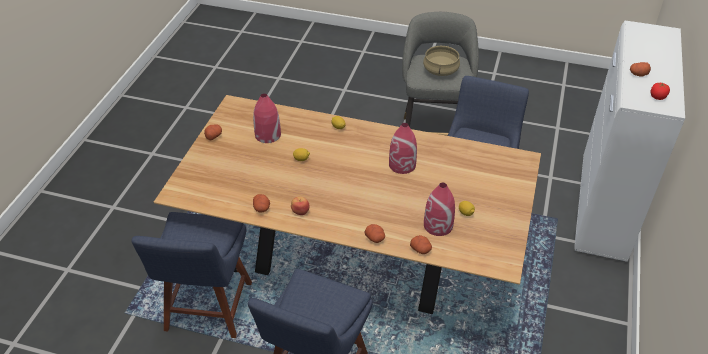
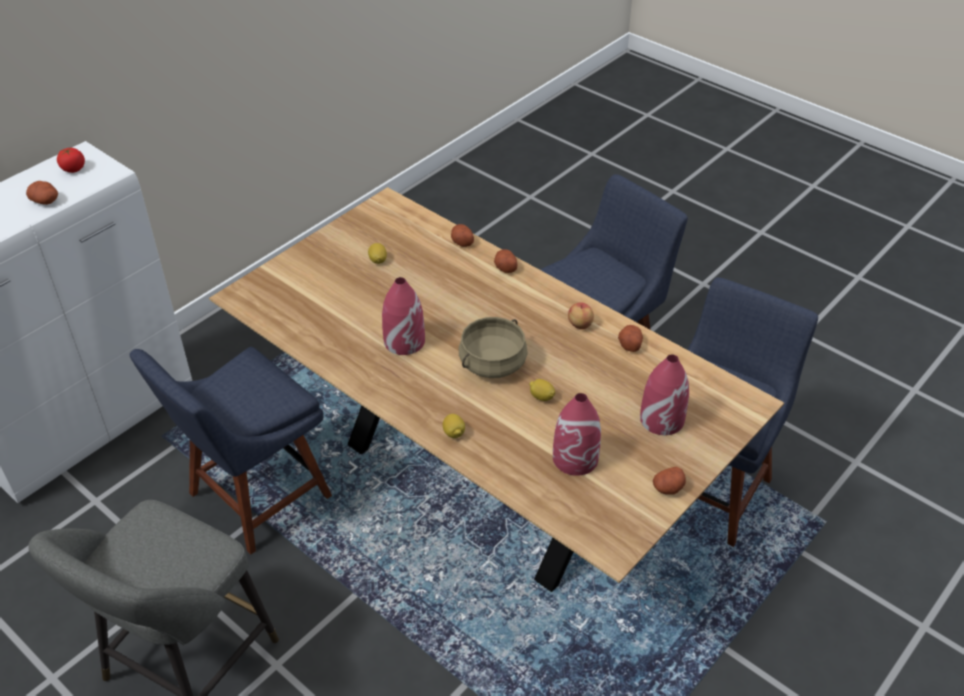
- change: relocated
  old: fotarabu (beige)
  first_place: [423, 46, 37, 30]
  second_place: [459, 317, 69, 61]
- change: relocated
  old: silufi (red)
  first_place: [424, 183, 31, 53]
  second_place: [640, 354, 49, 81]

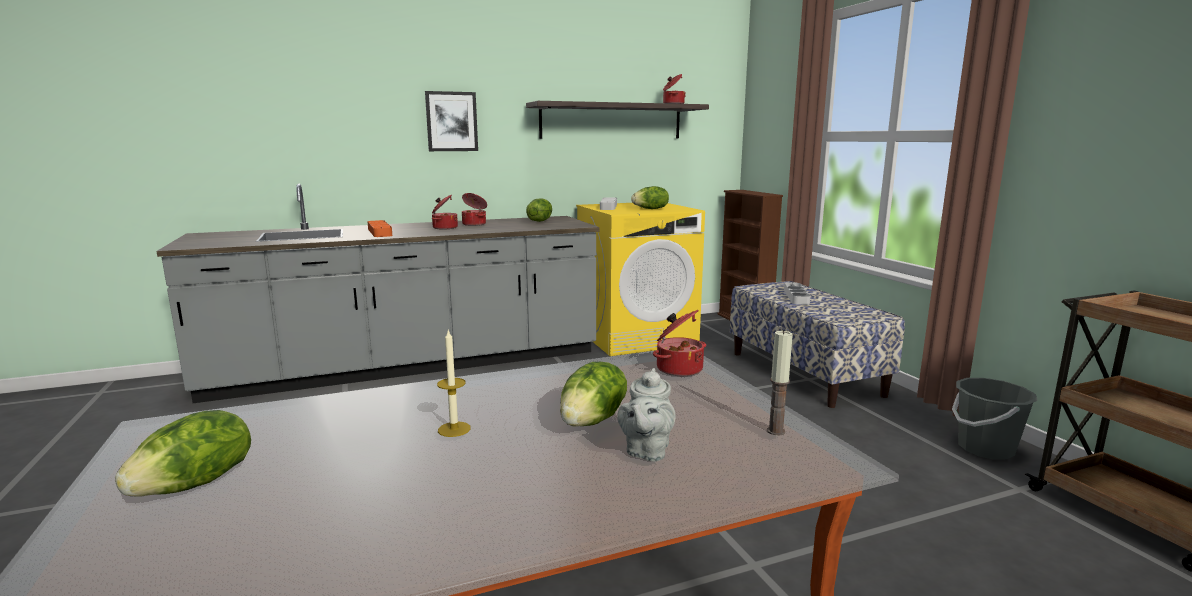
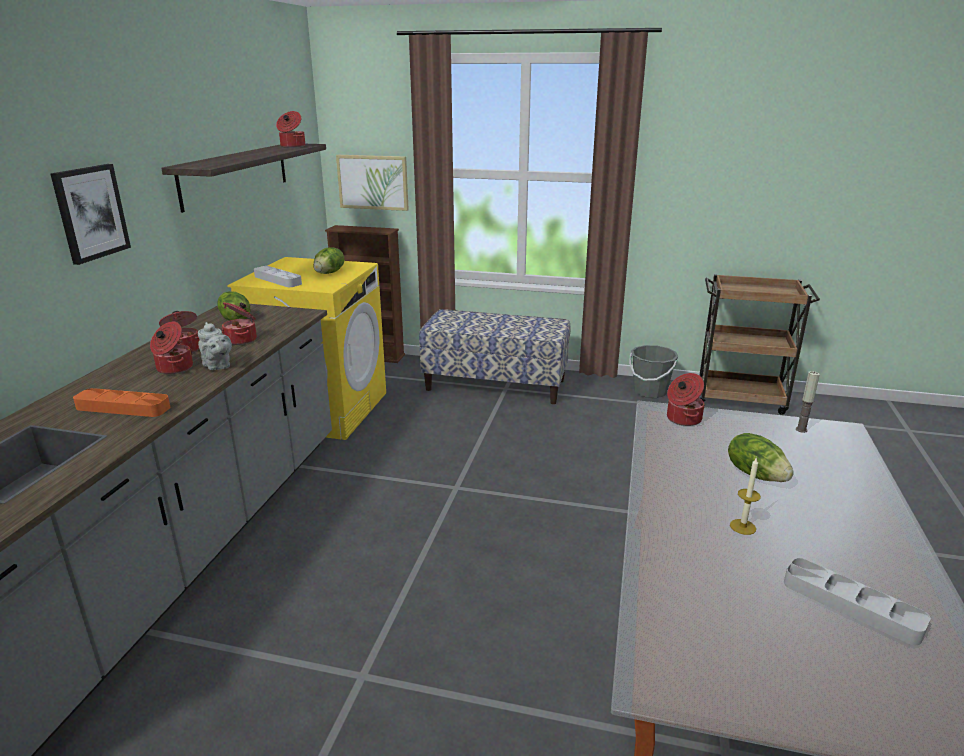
- change: missing
  old: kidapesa
  first_place: [115, 410, 136, 87]
- change: relocated
  old: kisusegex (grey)
  first_place: [617, 368, 59, 94]
  second_place: [198, 322, 34, 48]
- change: relocated
  old: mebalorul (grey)
  first_place: [784, 282, 26, 23]
  second_place: [784, 558, 147, 87]
- change: appeared
  new: fotarabu
  second_place: [221, 302, 36, 43]
- change: appeared
  new: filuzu
  second_place: [336, 155, 73, 56]

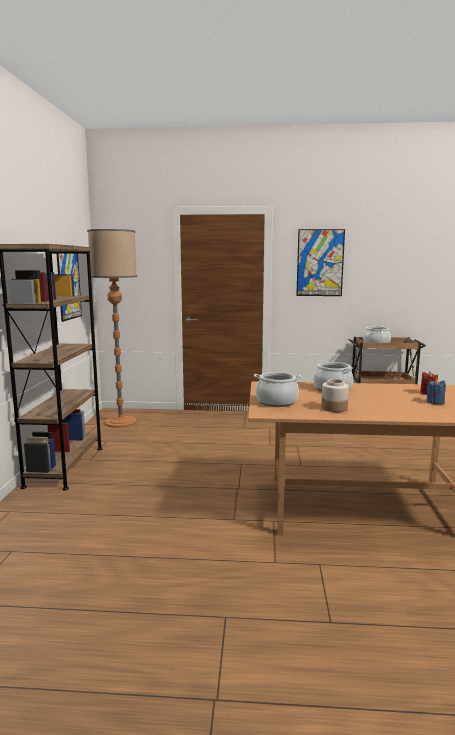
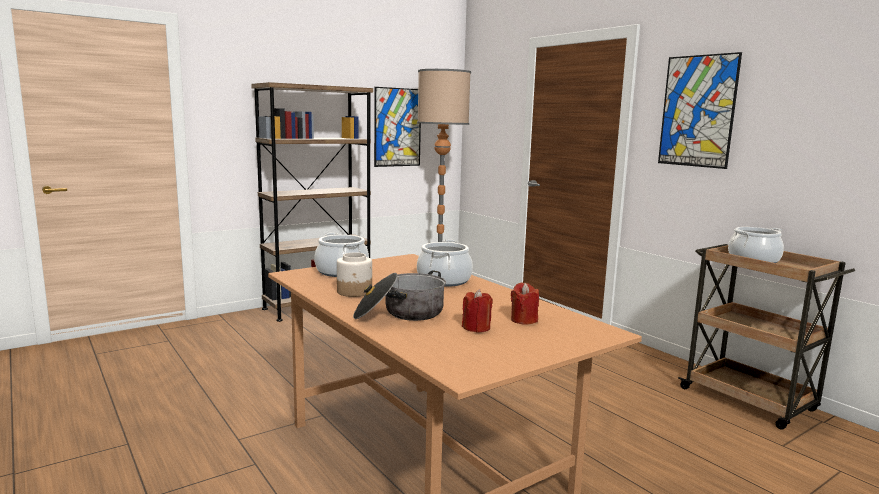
- change: colour
  old: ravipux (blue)
  new: ravipux (red)
  first_place: [426, 379, 20, 25]
  second_place: [462, 289, 31, 44]
- change: appeared
  new: fotarabu
  second_place: [353, 270, 93, 51]

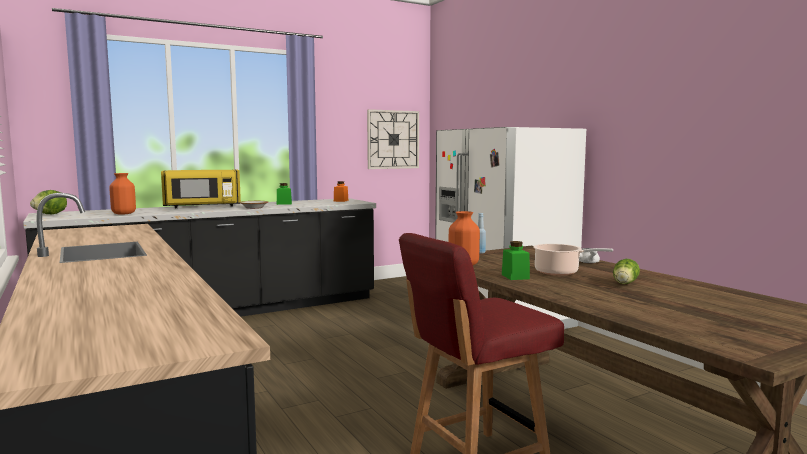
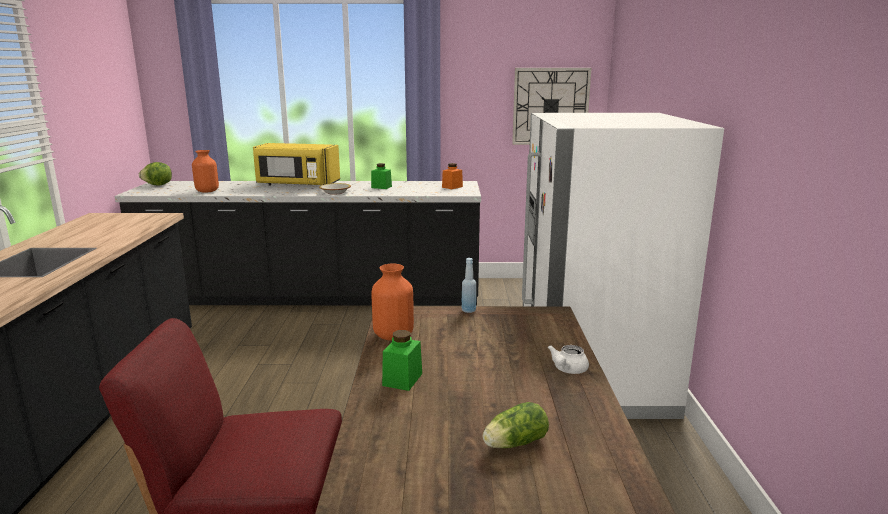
- change: missing
  old: fotarabu
  first_place: [533, 244, 80, 31]

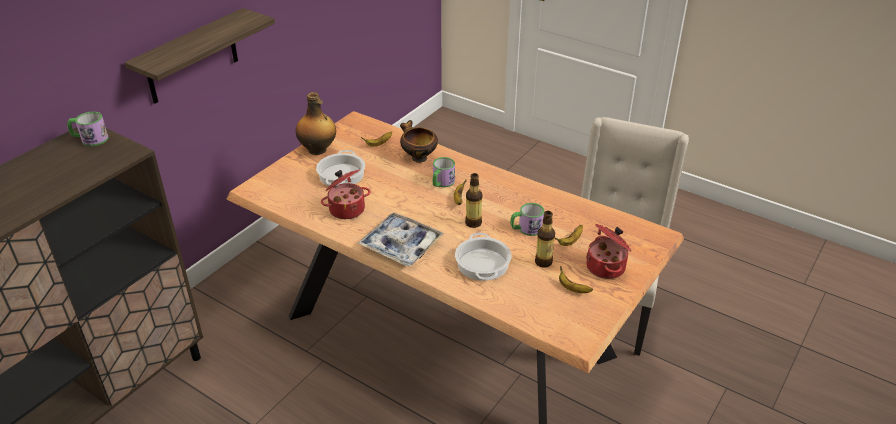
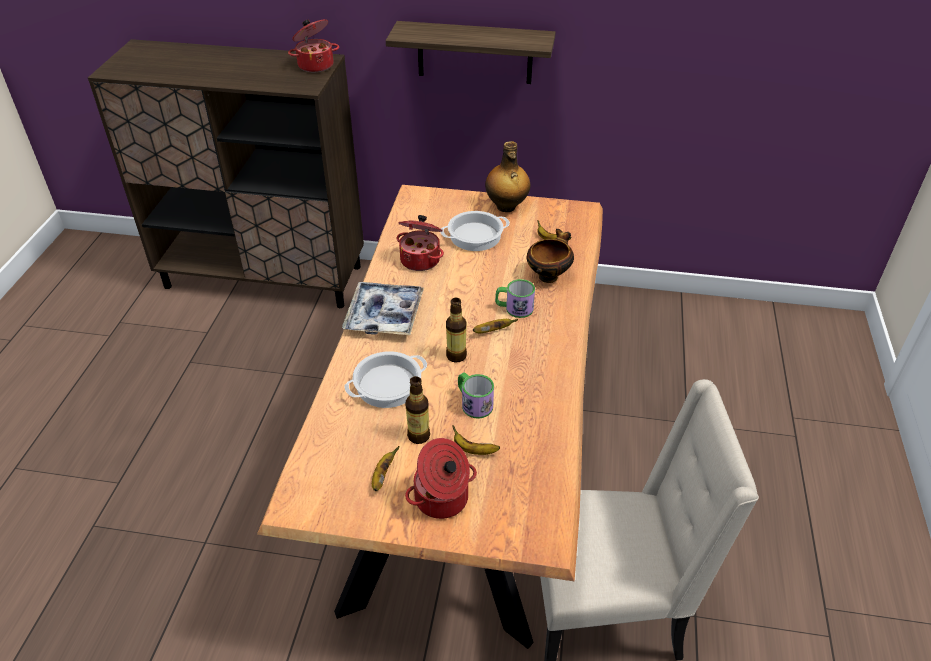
- change: exchanged
  old: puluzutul
  new: fotarabu
  first_place: [67, 112, 42, 34]
  second_place: [288, 19, 51, 53]

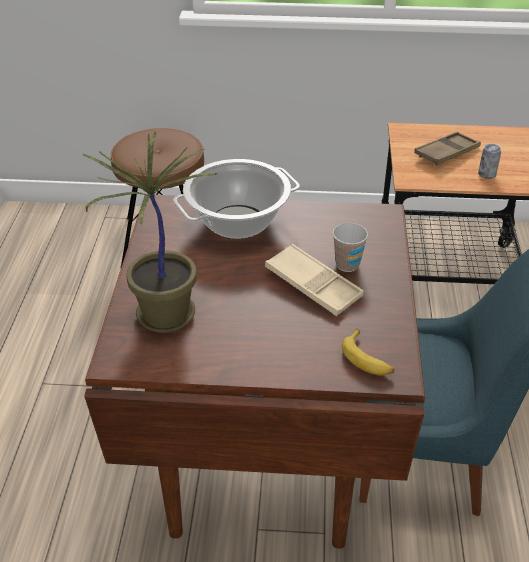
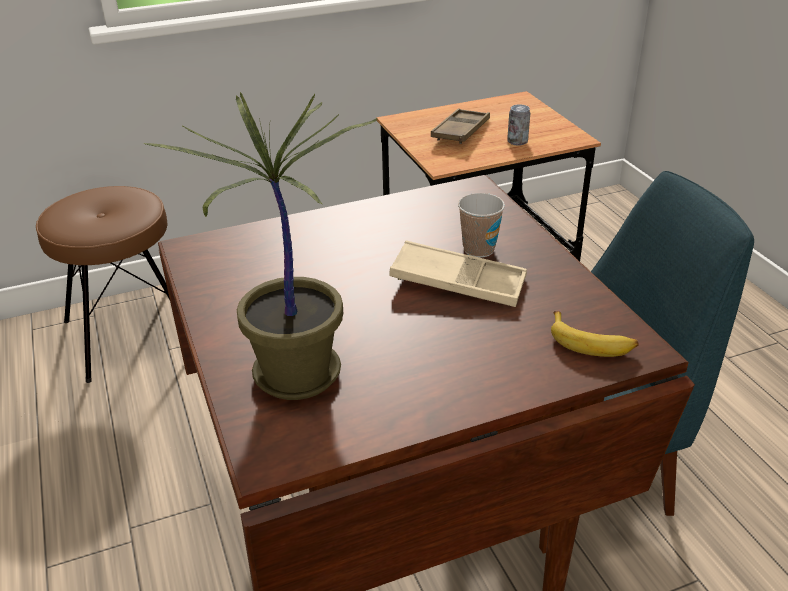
- change: missing
  old: fotarabu
  first_place: [173, 159, 127, 80]

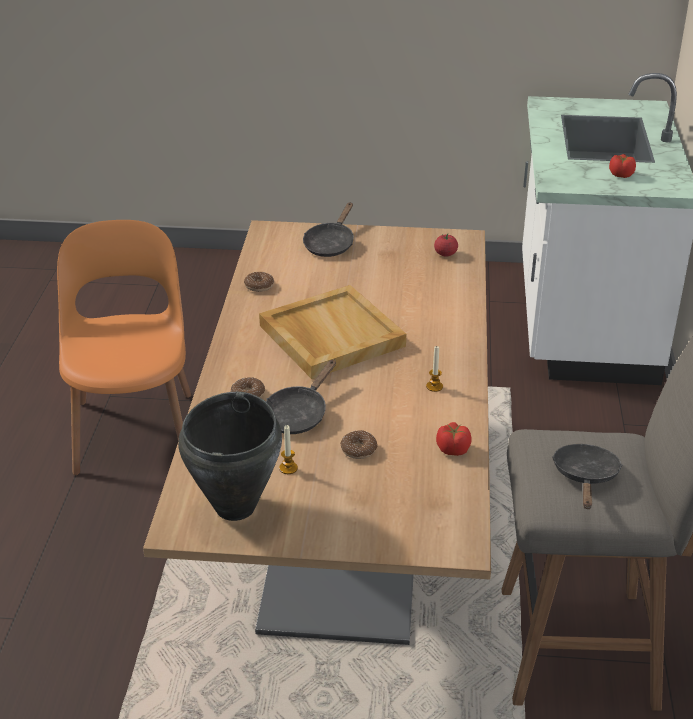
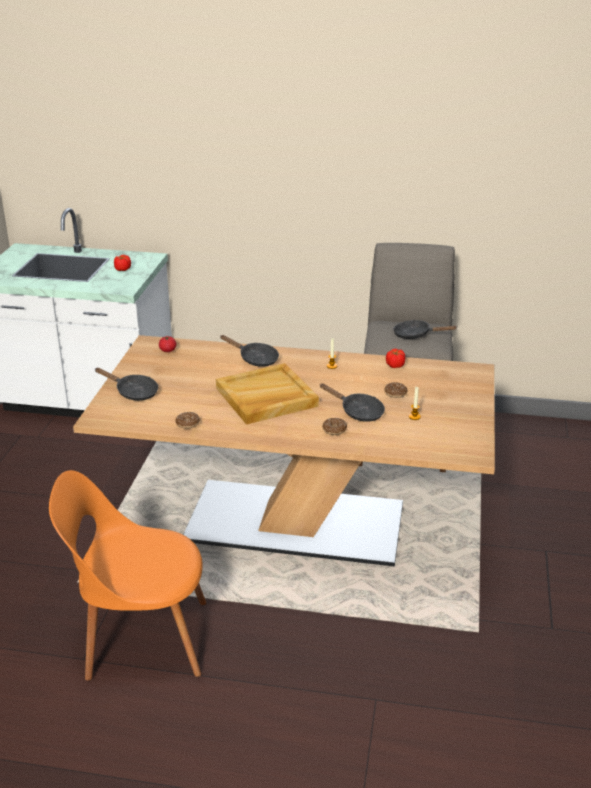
- change: missing
  old: fotarabu (black)
  first_place: [178, 391, 104, 130]
- change: appeared
  new: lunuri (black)
  second_place: [220, 335, 59, 32]

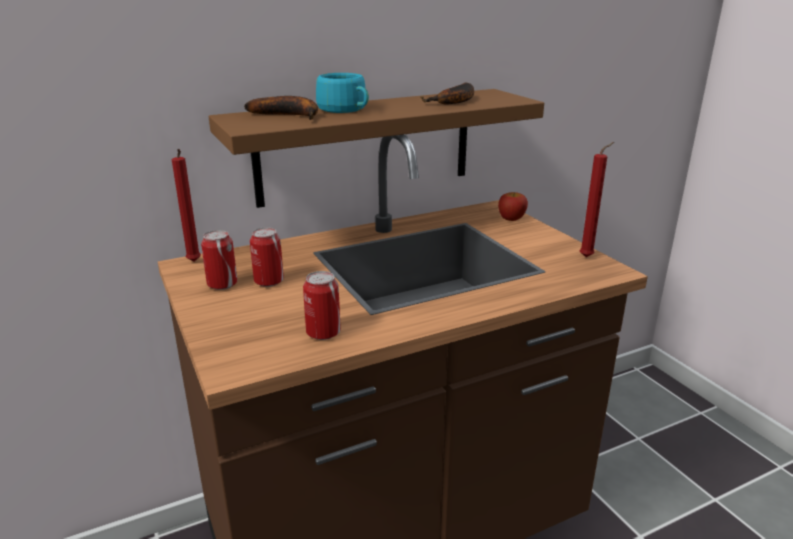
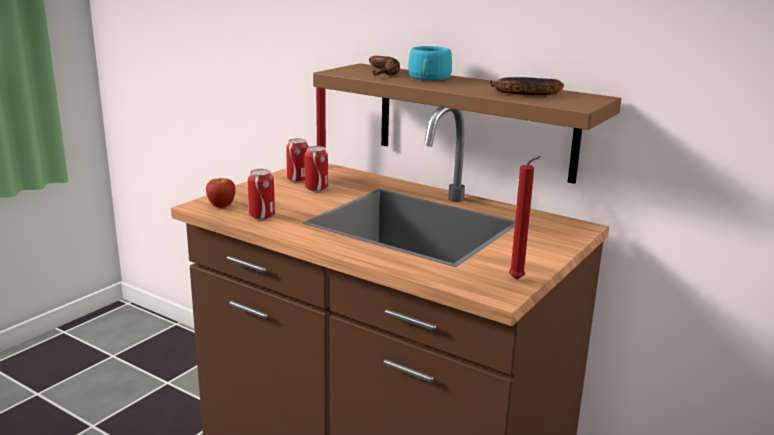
- change: relocated
  old: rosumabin
  first_place: [498, 192, 30, 29]
  second_place: [206, 178, 30, 29]

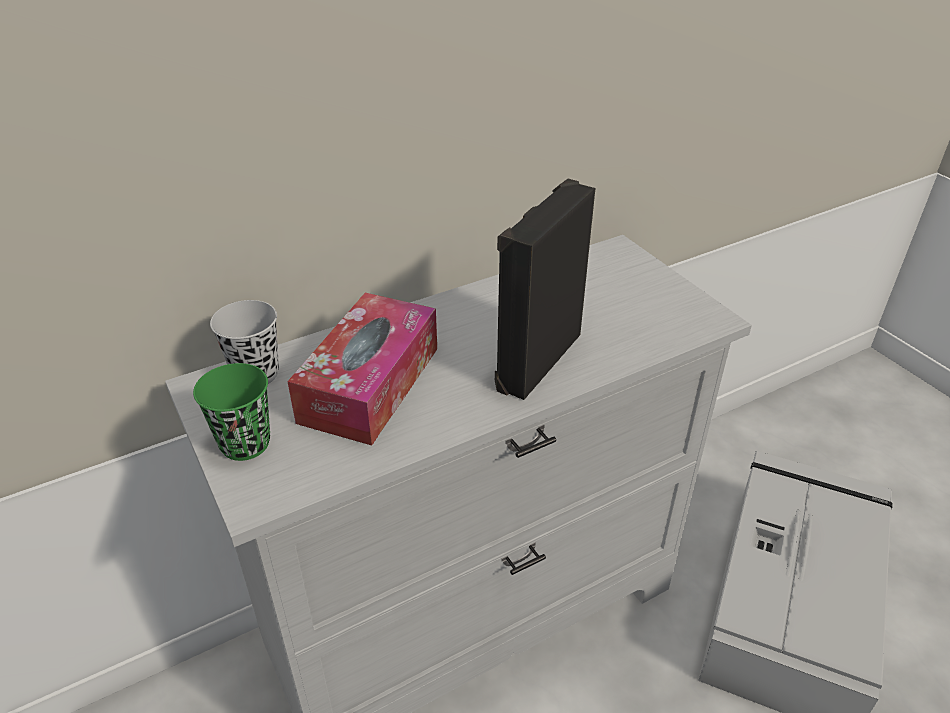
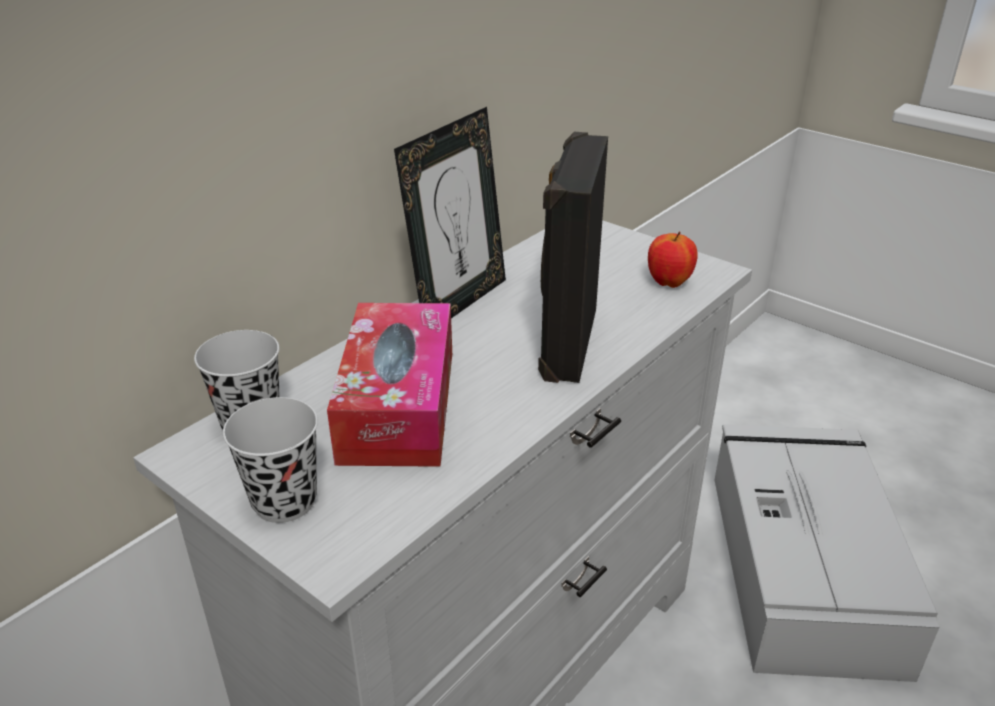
- change: colour
  old: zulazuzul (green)
  new: zulazuzul (black)
  first_place: [193, 363, 77, 98]
  second_place: [223, 397, 95, 126]
- change: appeared
  new: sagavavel
  second_place: [394, 107, 112, 211]
- change: appeared
  new: rosumabin
  second_place: [648, 231, 50, 57]

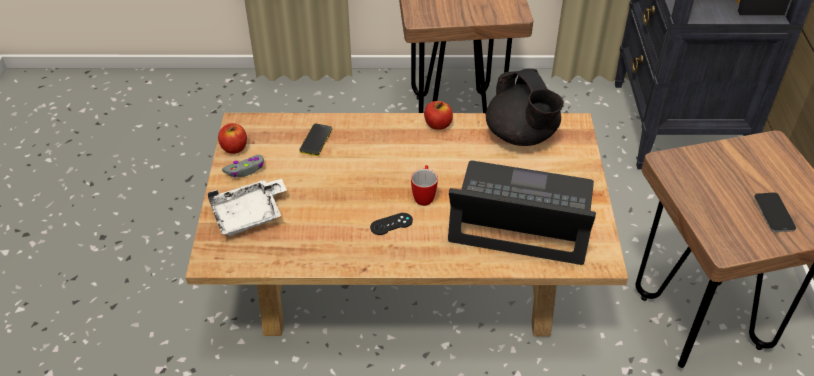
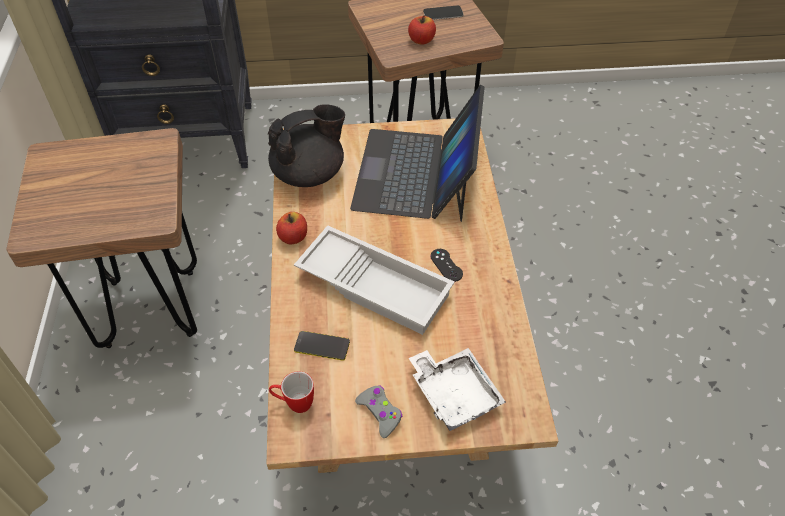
- change: relocated
  old: rosumabin
  first_place: [218, 123, 29, 31]
  second_place: [408, 15, 28, 30]
- change: relocated
  old: puluzutul
  first_place: [411, 165, 27, 41]
  second_place: [269, 371, 45, 42]
- change: appeared
  new: mebalorul (white)
  second_place: [294, 225, 161, 110]

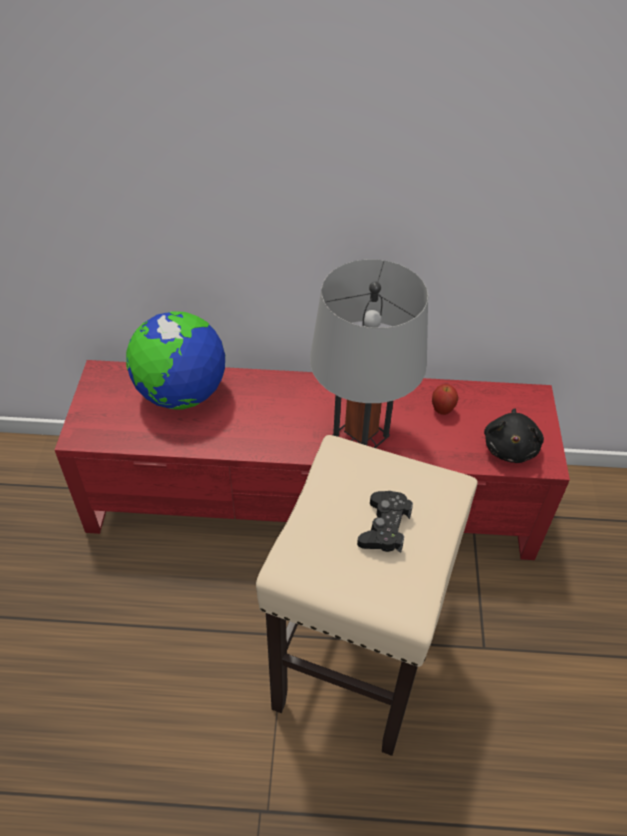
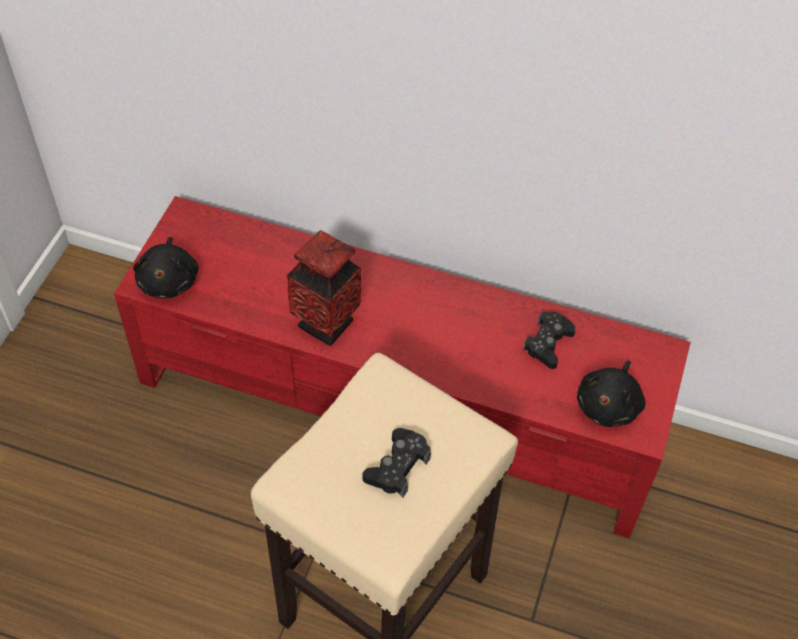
- change: missing
  old: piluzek
  first_place: [126, 311, 99, 99]
- change: missing
  old: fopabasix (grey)
  first_place: [310, 259, 118, 189]
- change: exchanged
  old: rosumabin
  new: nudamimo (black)
  first_place: [432, 384, 26, 31]
  second_place: [523, 312, 53, 57]
- change: appeared
  new: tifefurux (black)
  second_place: [133, 237, 65, 62]
- change: appeared
  new: silufi
  second_place: [287, 230, 74, 116]

